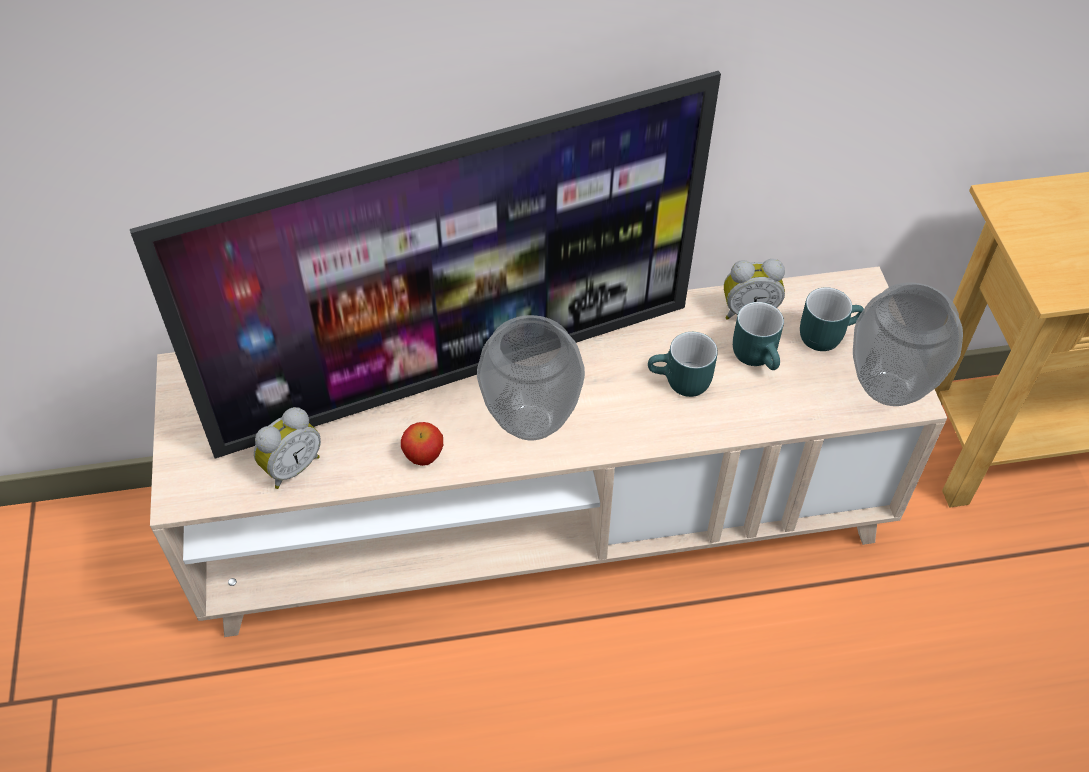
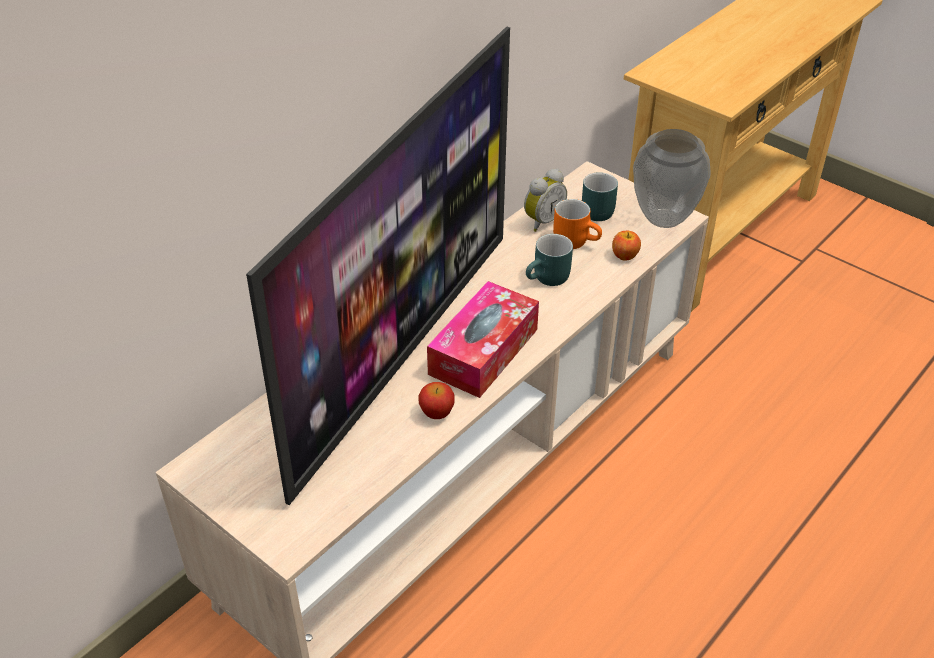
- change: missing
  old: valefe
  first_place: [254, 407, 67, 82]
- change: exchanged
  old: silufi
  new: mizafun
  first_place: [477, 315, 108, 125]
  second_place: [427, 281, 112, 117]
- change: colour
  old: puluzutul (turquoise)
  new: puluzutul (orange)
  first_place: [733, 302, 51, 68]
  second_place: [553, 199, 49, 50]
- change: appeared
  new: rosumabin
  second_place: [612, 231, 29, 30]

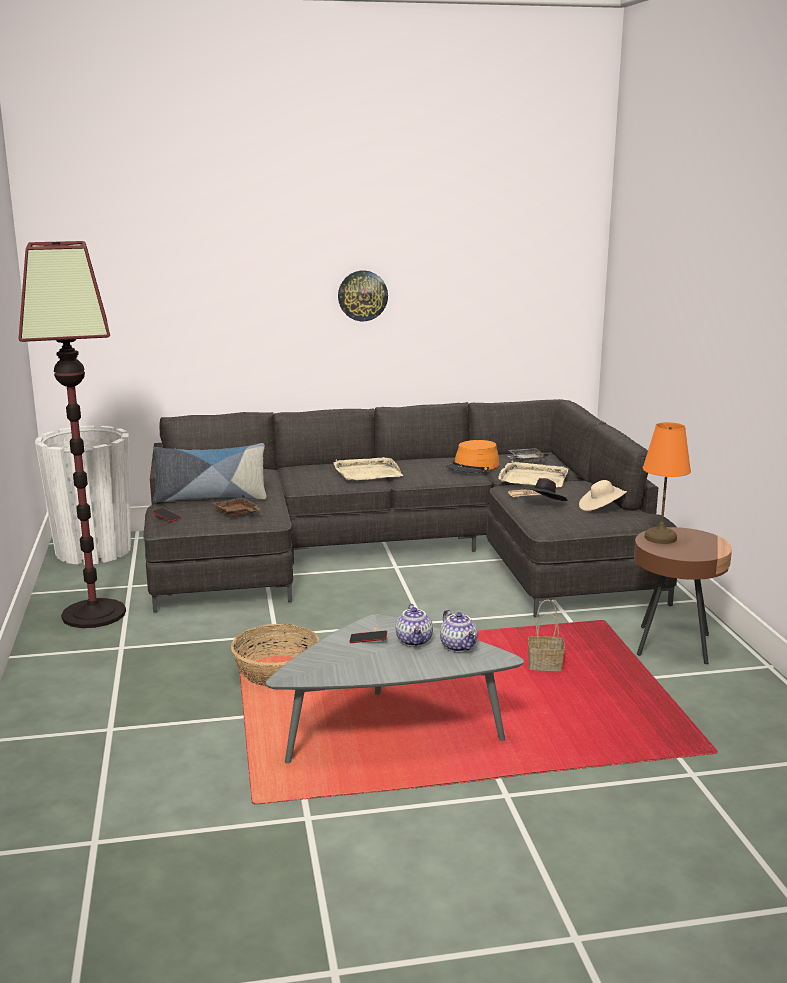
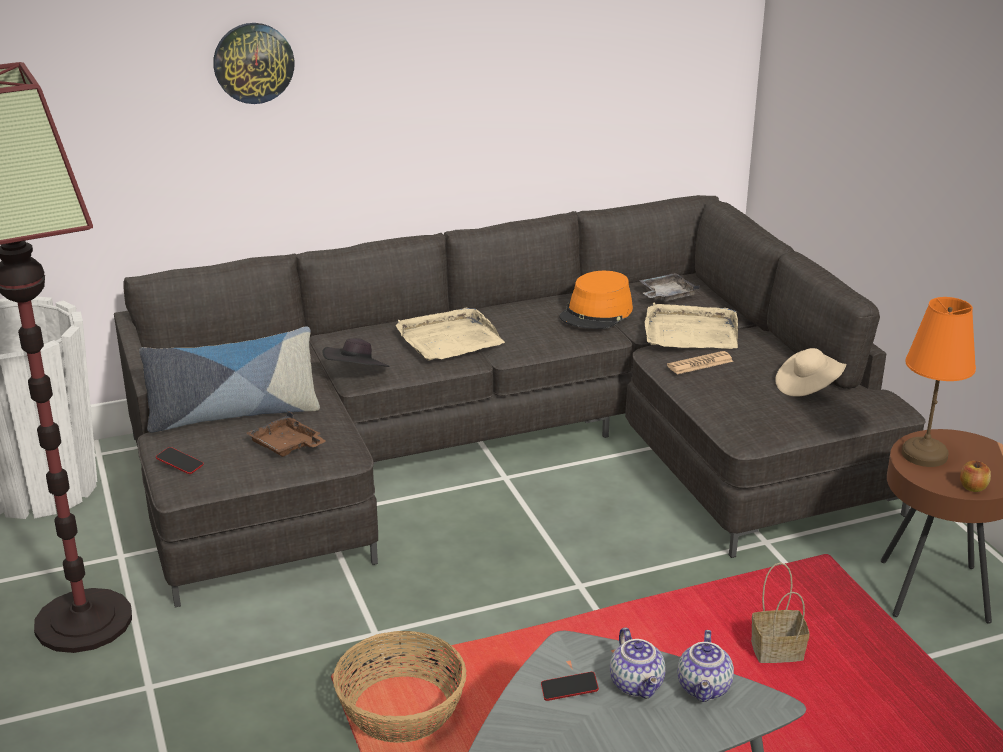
- change: relocated
  old: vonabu
  first_place: [338, 270, 50, 51]
  second_place: [213, 23, 82, 81]
- change: spun
  old: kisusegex
  first_place: [440, 610, 38, 42]
  second_place: [678, 630, 56, 72]
  degrees: 45
- change: relocated
  old: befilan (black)
  first_place: [521, 478, 46, 23]
  second_place: [322, 338, 67, 29]
- change: appeared
  new: rosumabin
  second_place: [960, 461, 31, 31]

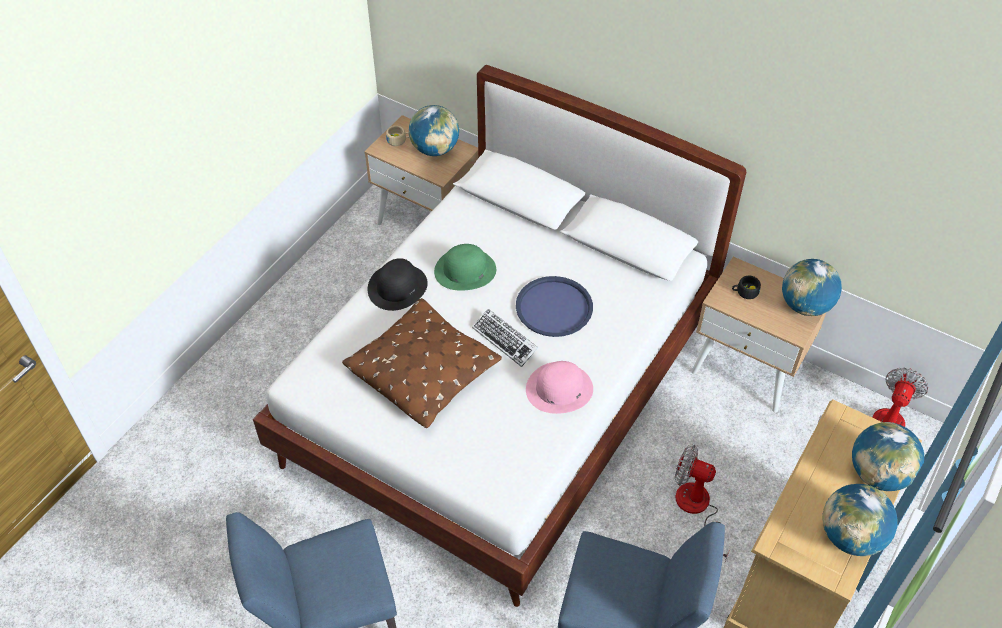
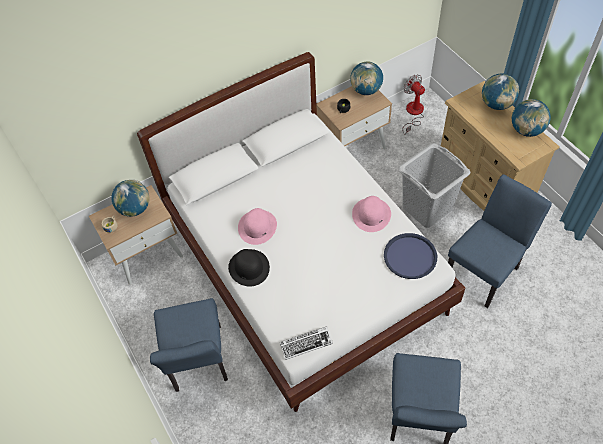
- change: missing
  old: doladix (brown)
  first_place: [342, 298, 160, 130]
- change: colour
  old: befilan (green)
  new: befilan (pink)
  first_place: [434, 244, 62, 47]
  second_place: [238, 208, 39, 37]
- change: relocated
  old: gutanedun
  first_place: [472, 309, 66, 58]
  second_place: [280, 326, 53, 34]
- change: relocated
  old: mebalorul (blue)
  first_place: [516, 276, 77, 61]
  second_place: [384, 233, 53, 46]
- change: exchanged
  old: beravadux
  new: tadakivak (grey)
  first_place: [675, 444, 55, 117]
  second_place: [398, 143, 73, 85]
- change: appeared
  new: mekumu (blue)
  second_place: [150, 298, 78, 94]

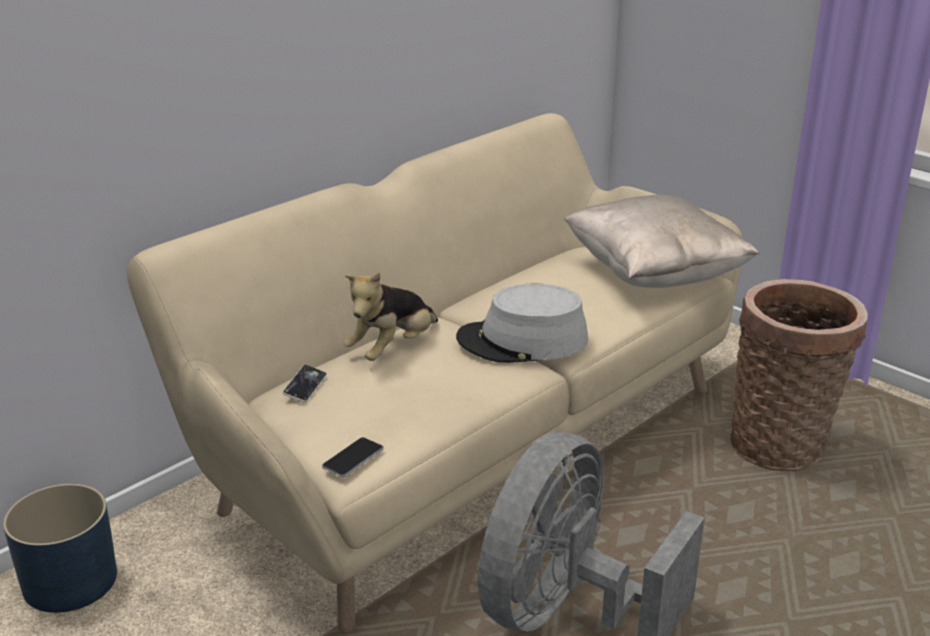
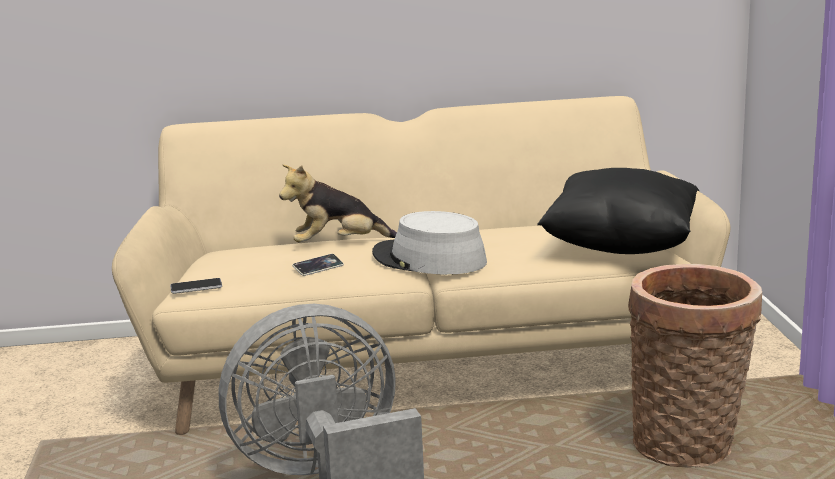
- change: missing
  old: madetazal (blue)
  first_place: [3, 484, 114, 129]
- change: relocated
  old: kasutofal
  first_place: [282, 365, 45, 38]
  second_place: [292, 254, 52, 22]
- change: colour
  old: doladix (beige)
  new: doladix (black)
  first_place: [564, 195, 195, 93]
  second_place: [537, 168, 163, 86]

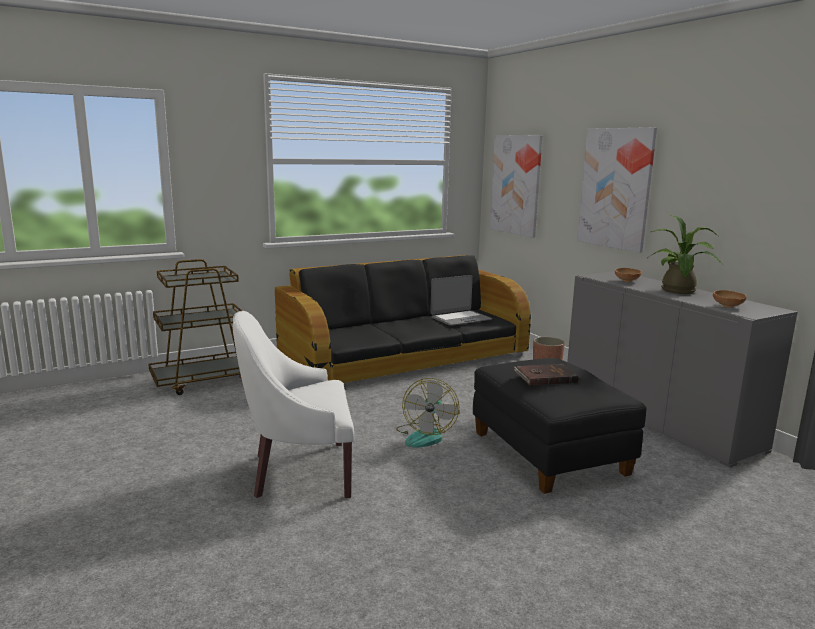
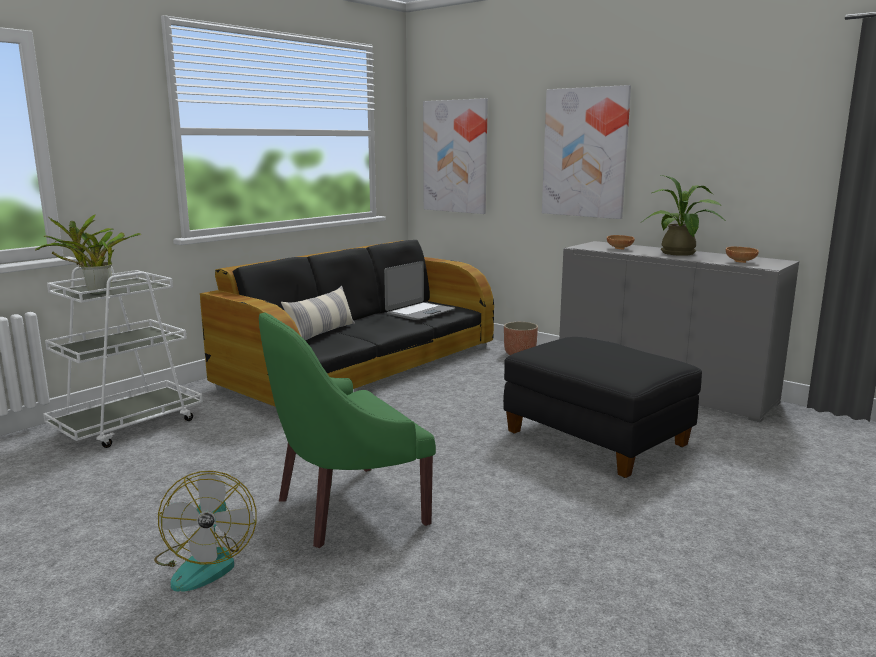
- change: colour
  old: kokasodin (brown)
  new: kokasodin (white)
  first_place: [148, 259, 94, 136]
  second_place: [43, 266, 160, 182]
- change: colour
  old: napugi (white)
  new: napugi (green)
  first_place: [233, 311, 121, 187]
  second_place: [259, 312, 177, 236]
- change: relocated
  old: beravadux
  first_place: [396, 378, 63, 70]
  second_place: [154, 471, 103, 121]
- change: missing
  old: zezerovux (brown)
  first_place: [514, 364, 65, 21]
- change: appeared
  new: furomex
  second_place: [35, 215, 106, 79]
- change: appeared
  new: doladix
  second_place: [281, 286, 74, 54]

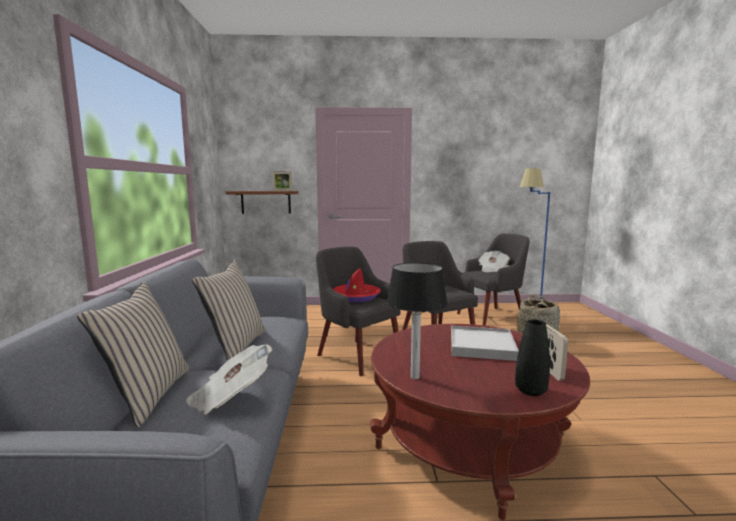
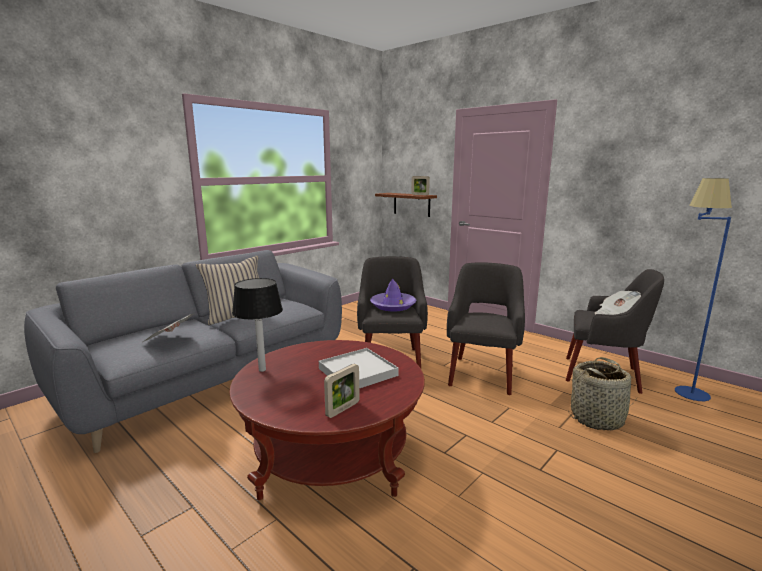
- change: missing
  old: doladix (beige)
  first_place: [77, 282, 113, 145]
- change: colour
  old: befilan (red)
  new: befilan (purple)
  first_place: [333, 267, 48, 35]
  second_place: [370, 279, 46, 32]
- change: missing
  old: silufi (black)
  first_place: [515, 319, 35, 77]

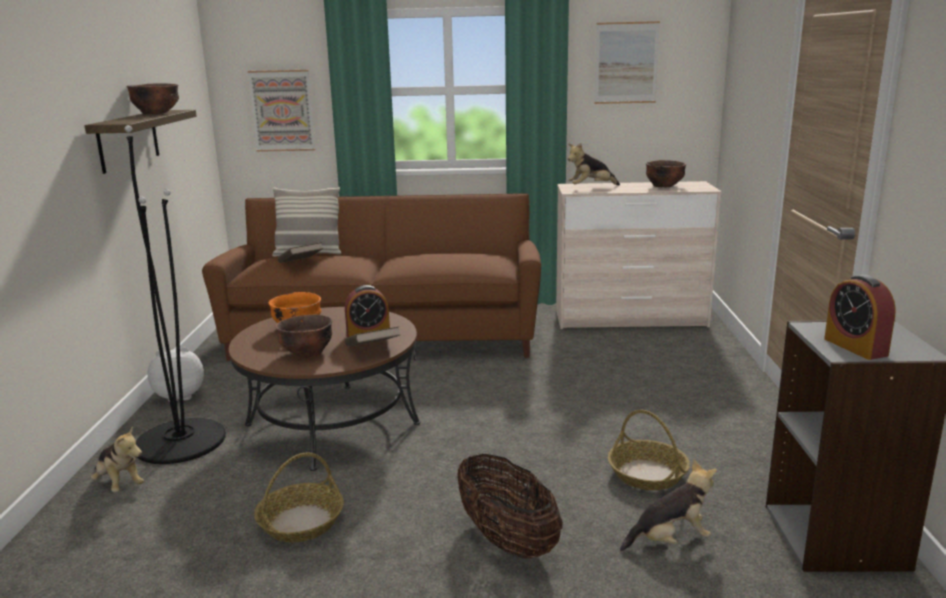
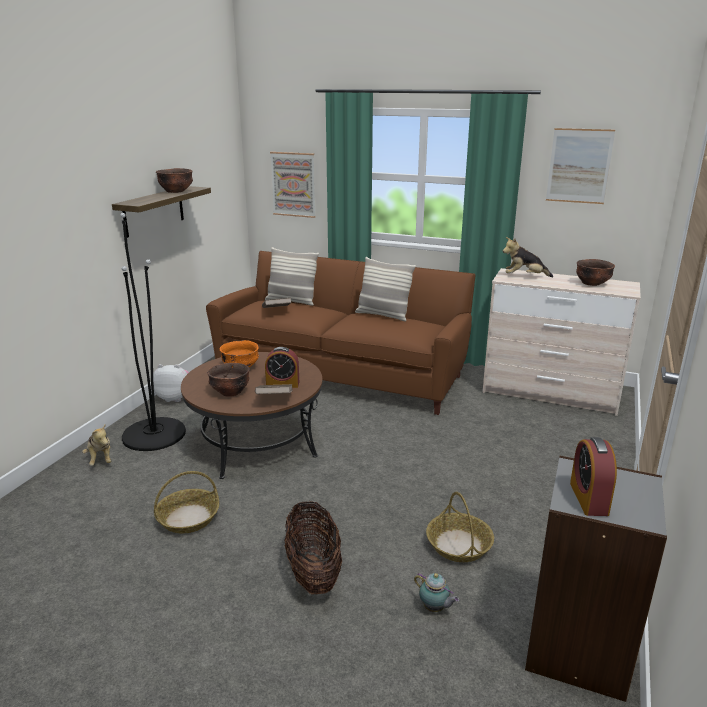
- change: exchanged
  old: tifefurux
  new: kisusegex
  first_place: [620, 459, 97, 93]
  second_place: [414, 573, 45, 39]
- change: appeared
  new: doladix
  second_place: [355, 257, 61, 64]

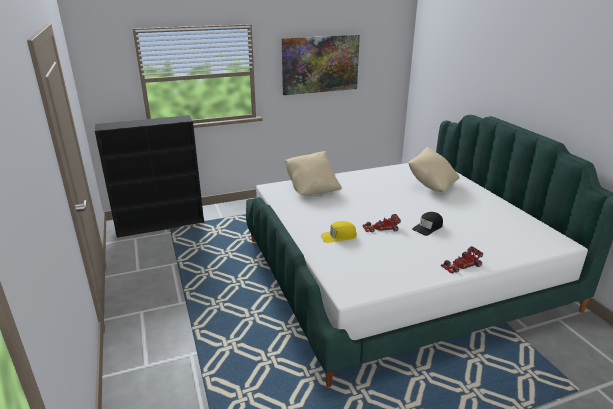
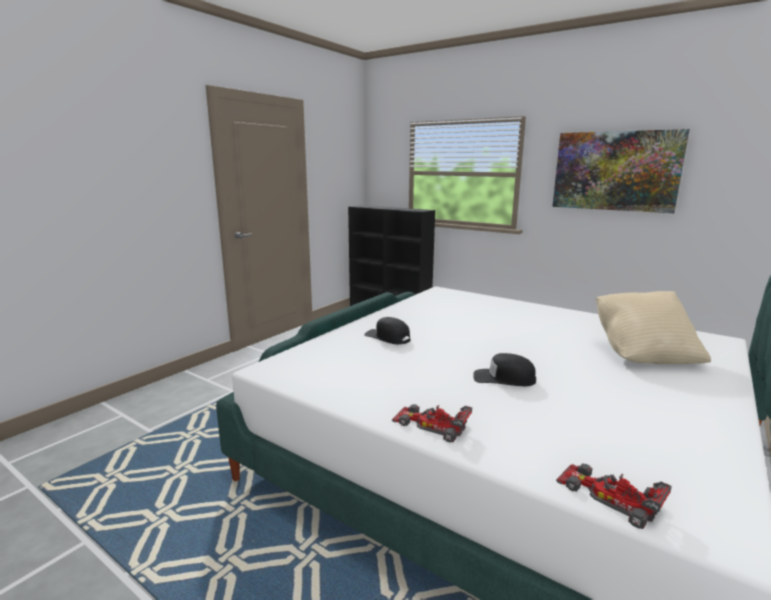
- change: missing
  old: doladix (beige)
  first_place: [285, 151, 57, 44]
- change: colour
  old: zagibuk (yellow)
  new: zagibuk (black)
  first_place: [321, 221, 36, 22]
  second_place: [364, 317, 47, 27]
- change: relocated
  old: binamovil
  first_place: [362, 214, 39, 18]
  second_place: [556, 464, 116, 65]

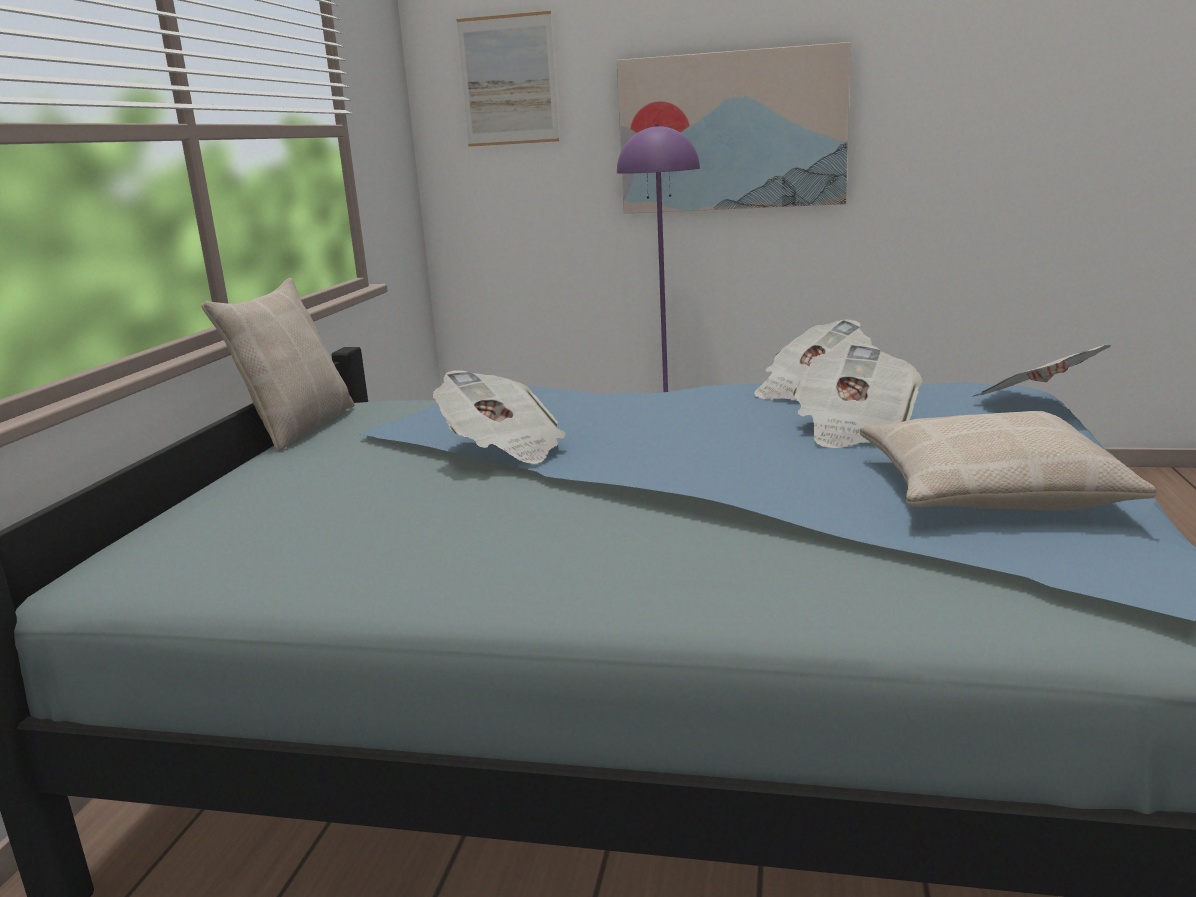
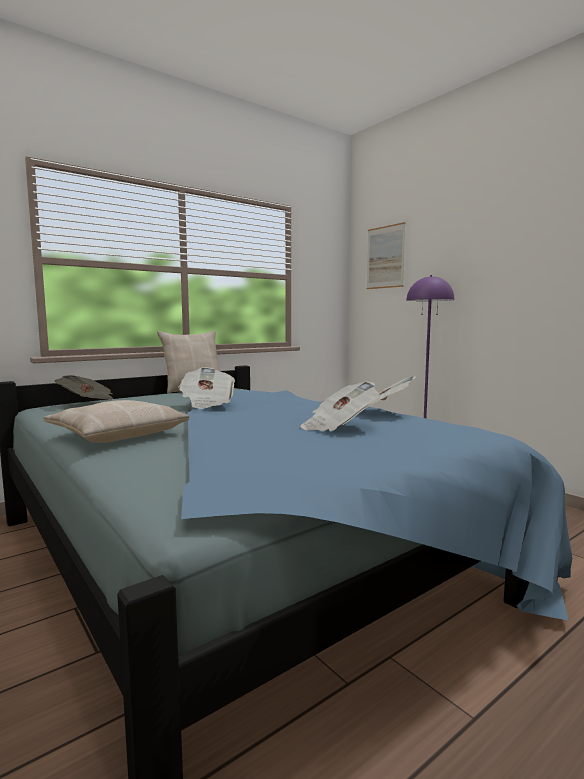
- change: missing
  old: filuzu
  first_place: [617, 42, 234, 172]
- change: relocated
  old: doladix (beige)
  first_place: [860, 411, 296, 99]
  second_place: [43, 400, 146, 43]
- change: relocated
  old: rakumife
  first_place: [973, 344, 137, 52]
  second_place: [54, 375, 59, 24]

